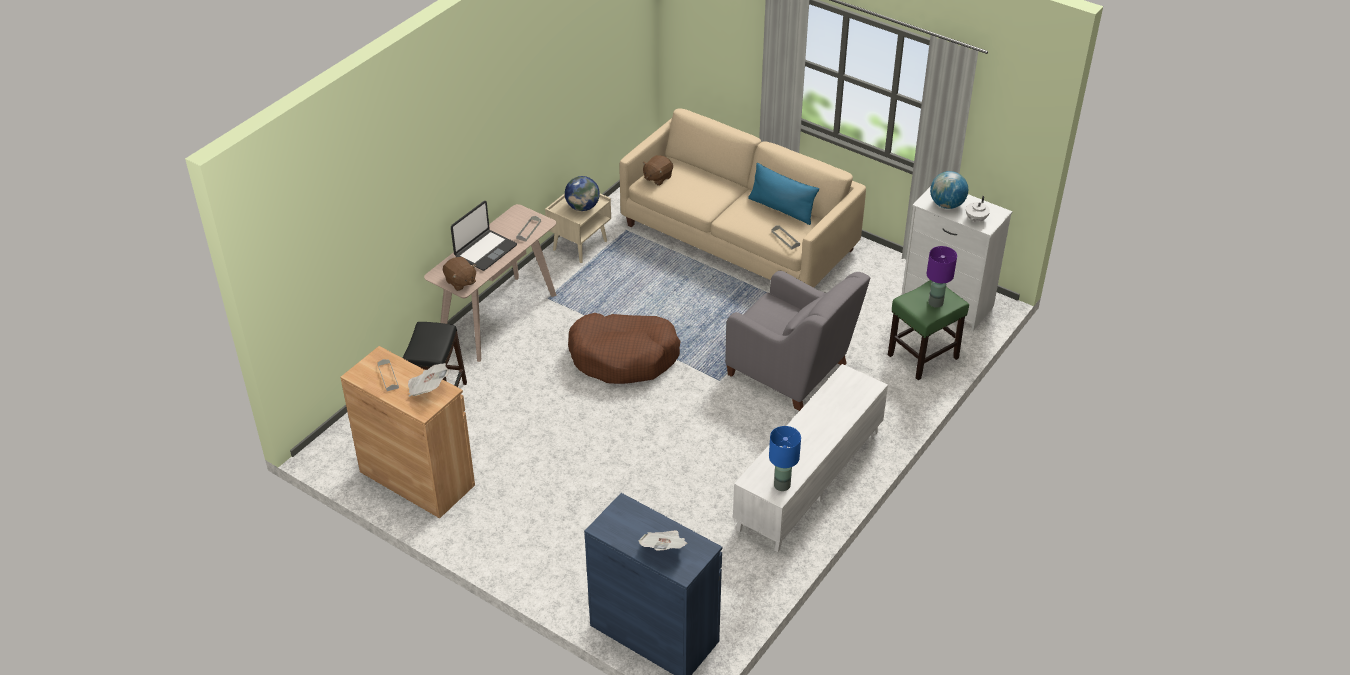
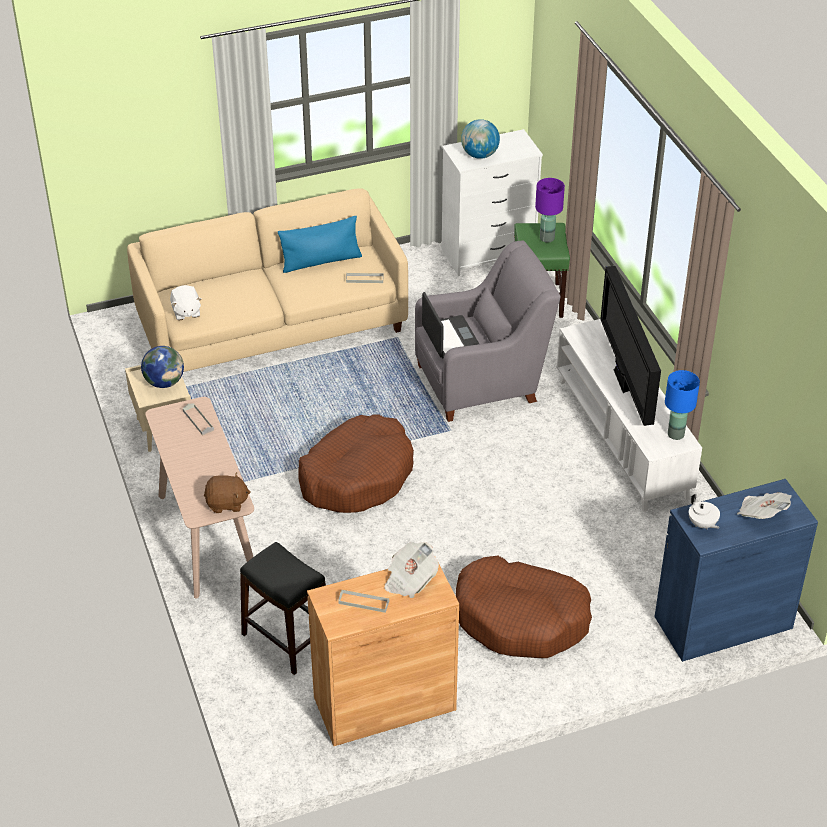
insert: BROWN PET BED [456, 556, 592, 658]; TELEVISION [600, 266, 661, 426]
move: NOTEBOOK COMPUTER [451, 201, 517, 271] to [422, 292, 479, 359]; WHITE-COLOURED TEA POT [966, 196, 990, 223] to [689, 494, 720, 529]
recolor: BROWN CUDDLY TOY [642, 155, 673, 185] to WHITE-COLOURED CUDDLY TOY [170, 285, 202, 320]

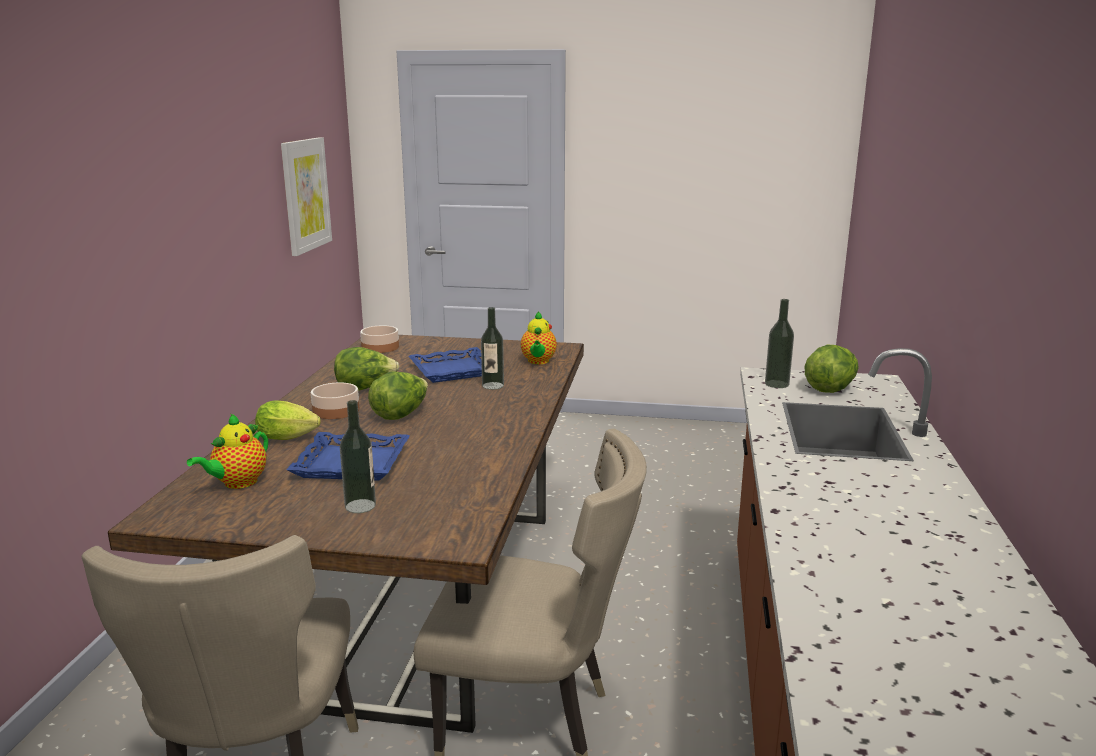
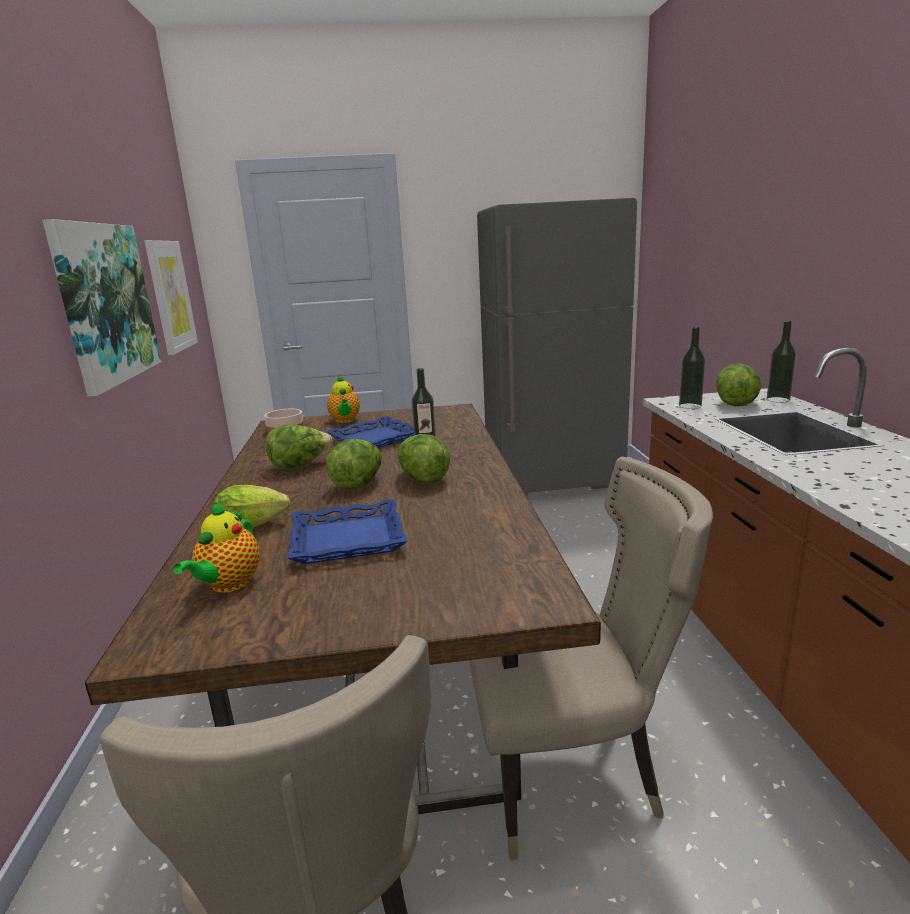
delete: BOWL [311, 382, 359, 419]
insert: PICTURE [42, 219, 162, 397]; LETTUCE [397, 434, 450, 484]; GRAY FRIDGE [477, 198, 637, 496]
move: BEVERAGE BOTTLE [340, 400, 376, 513] to [767, 321, 796, 403]; TEA POT [521, 311, 557, 364] to [327, 375, 360, 423]

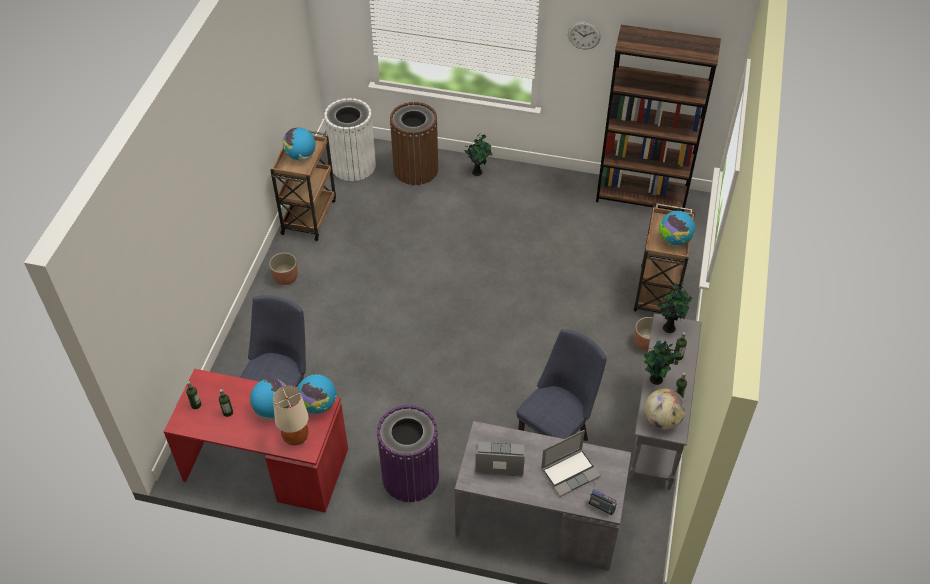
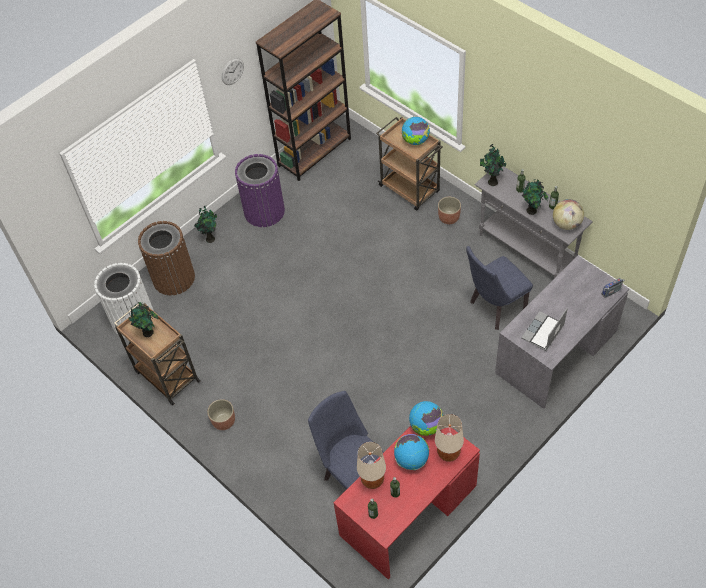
delete: NOTEBOOK COMPUTER [541, 430, 601, 497]
insert: SAND-COLOURED TABLE LAMP [357, 442, 386, 489]
move: PURPLISH RUBBISH BIN [377, 405, 439, 502] to [235, 154, 285, 227]
replace: GLOBE [283, 128, 316, 161] to PLANT IN A POT [129, 302, 158, 337]
rotate: BLUE CHAIR [517, 329, 607, 441] = [466, 246, 533, 330] 105 degrees counterclockwise

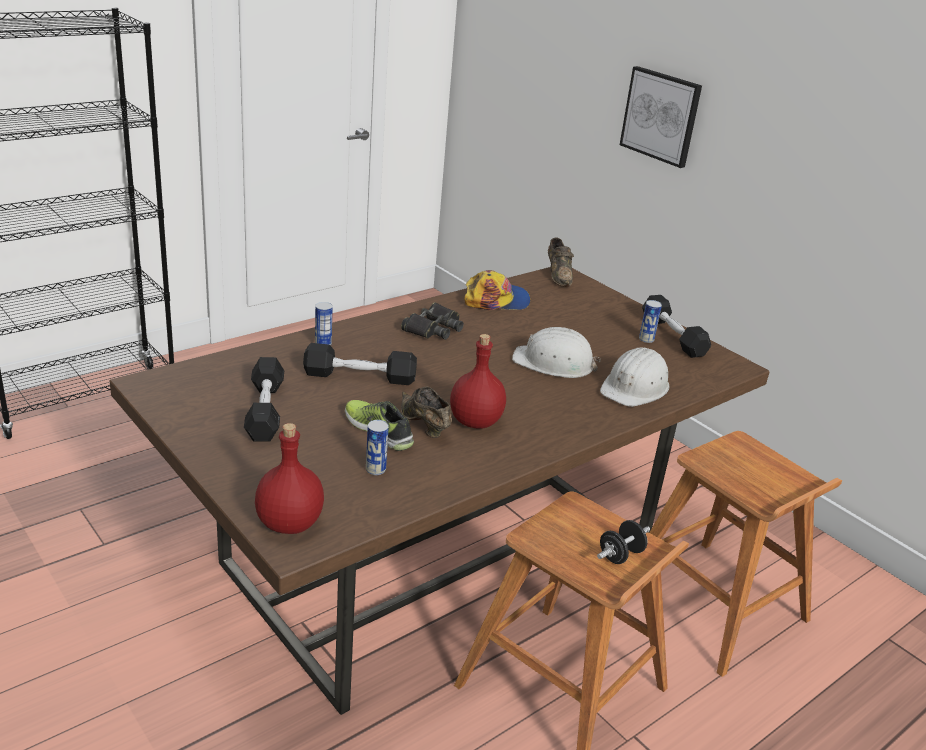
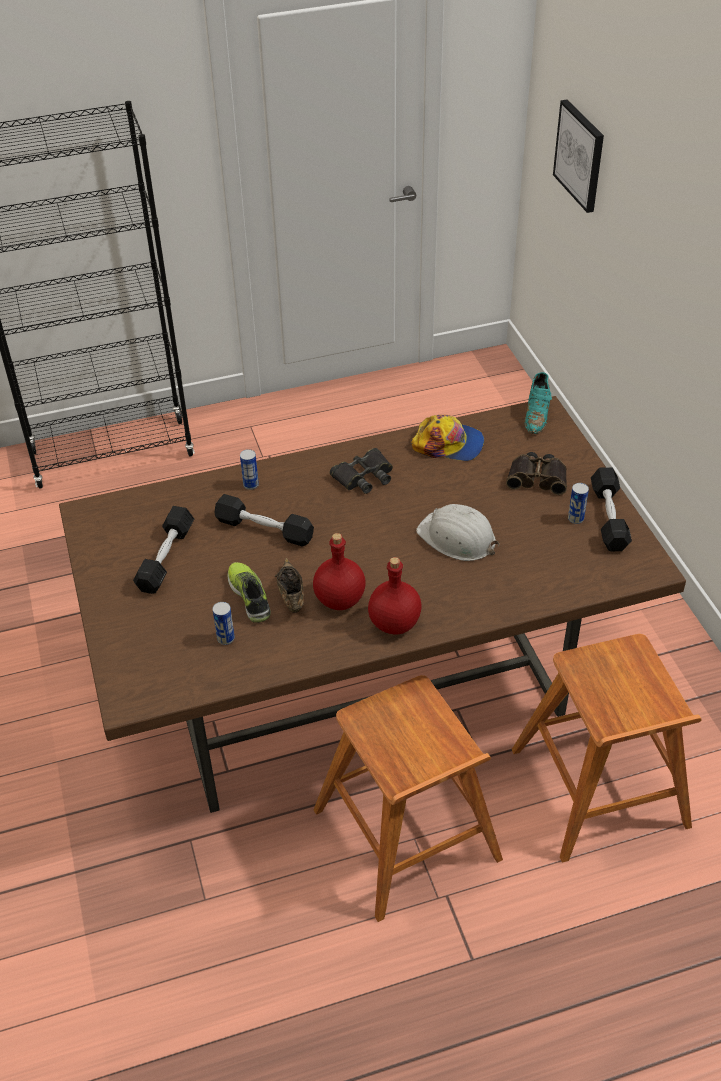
delete: BLACK-COLOURED HAND WEIGHT [597, 520, 650, 564]; WHITE-COLOURED HARD HAT [600, 347, 669, 407]
insert: PAIR OF BINOCULARS [506, 452, 567, 495]
move: RED BEVERAGE BOTTLE [255, 423, 324, 534] to [368, 557, 421, 635]; PICTURE [620, 66, 702, 168] to [553, 100, 604, 213]
recolor: BROWN LOW SHOE [548, 238, 574, 287] to BLUE-GREEN LOW SHOE [524, 372, 552, 434]

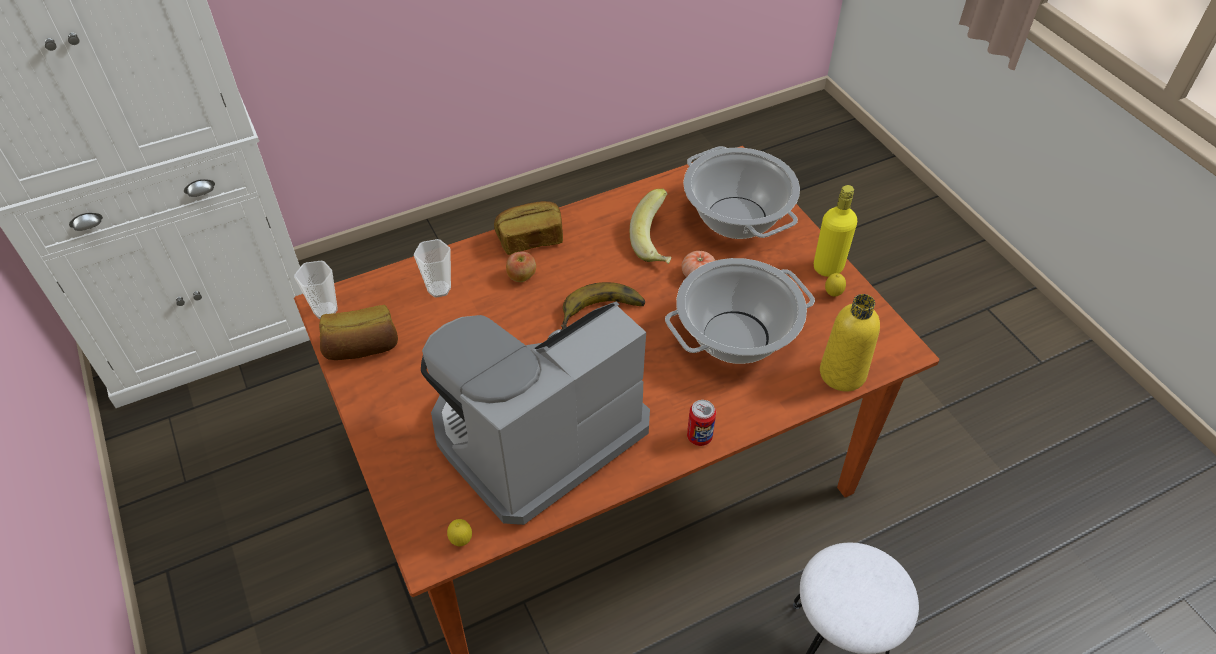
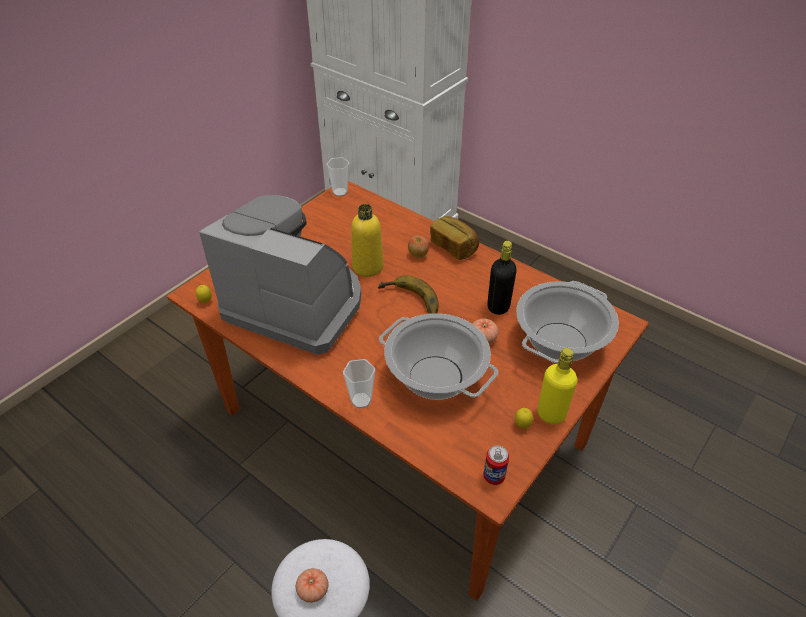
delete: BAKED BREAD [319, 305, 398, 360]
insert: TOMATO [295, 568, 329, 603]
move: DRINKING CUP [414, 239, 451, 298] to [343, 359, 375, 409]; CAN [687, 400, 716, 446] to [483, 445, 509, 485]; YELLOWISH BEVERAGE BOTTLE [820, 294, 880, 392] to [351, 204, 383, 277]
replace: BANANA FRUIT [630, 189, 671, 264] to BLACK-COLOURED BEVERAGE BOTTLE [487, 241, 517, 315]

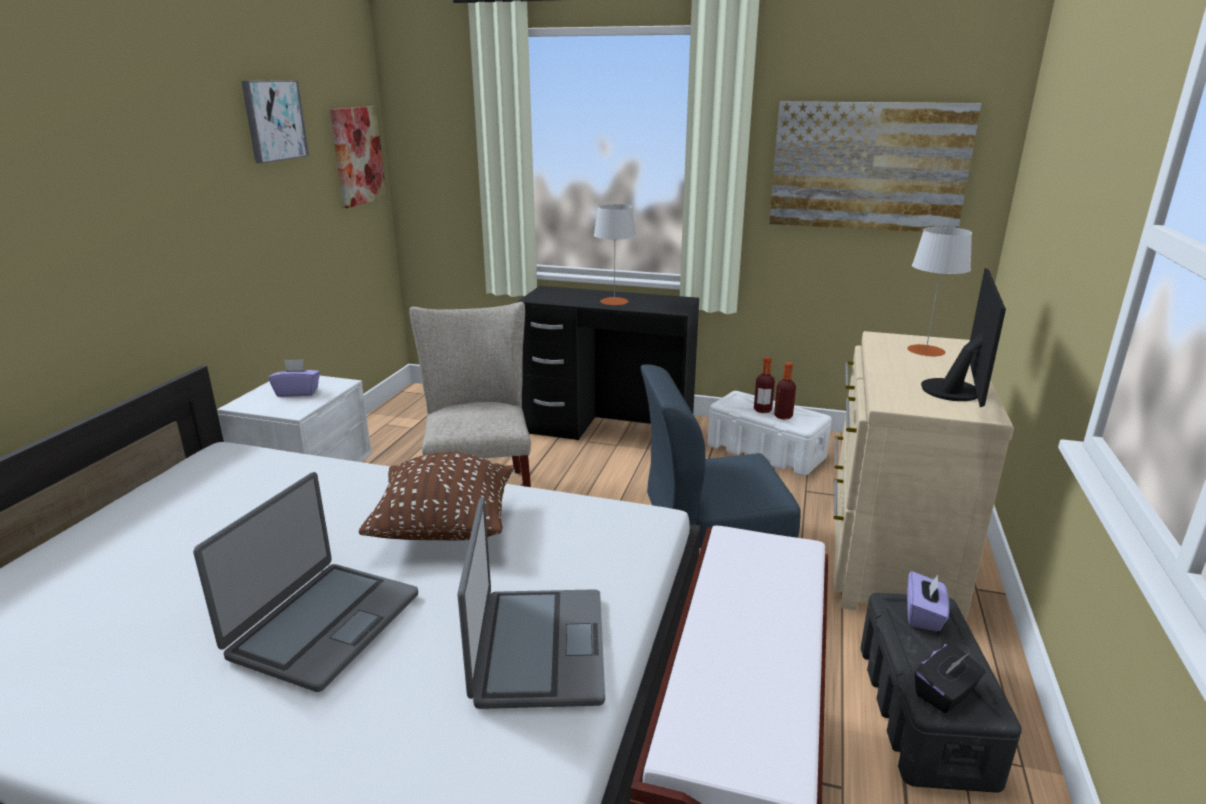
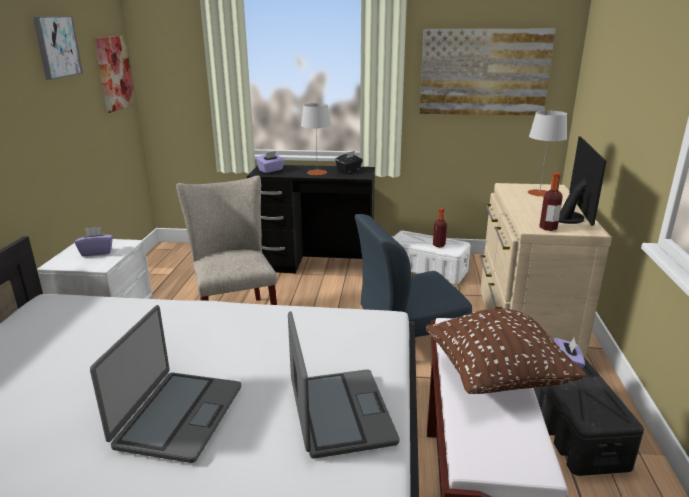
insert: PURPLISH TISSUE BOX [256, 151, 285, 173]
move: BROWN CUSHION [359, 452, 515, 540] to [426, 308, 587, 394]; BEVERAGE BOTTLE [754, 357, 775, 413] to [539, 172, 563, 231]; BLACK-COLOURED TISSUE BOX [915, 643, 986, 713] to [335, 151, 363, 173]

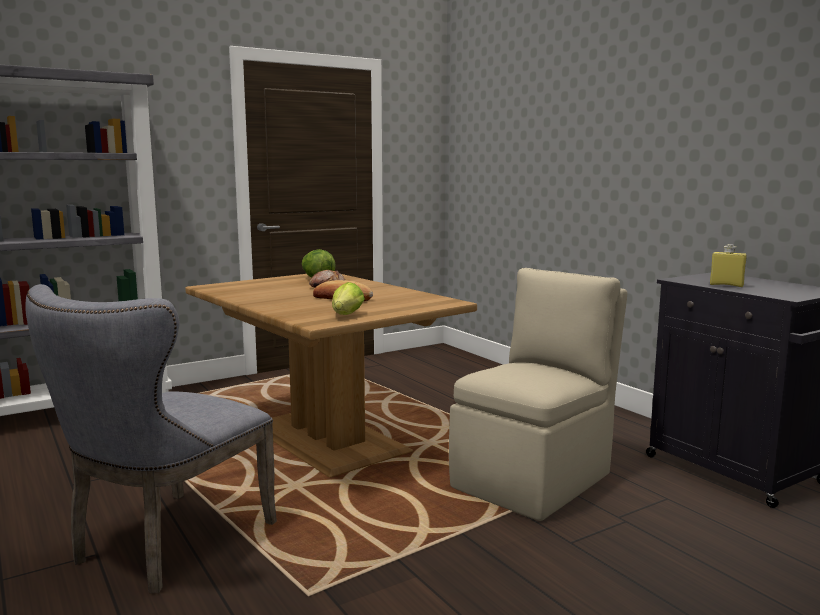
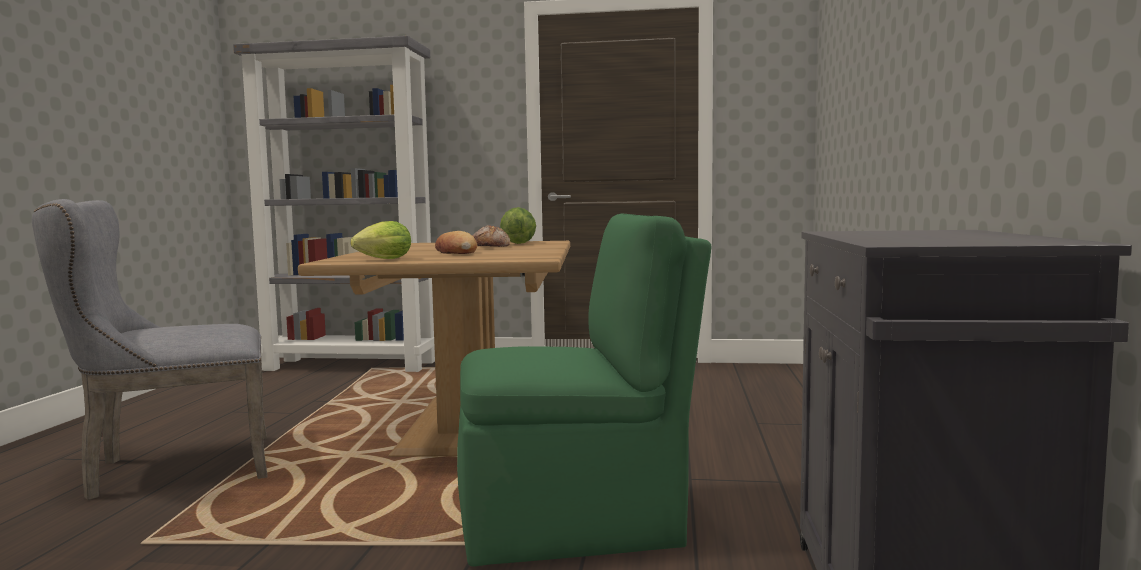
delete: YELLOWISH BEVERAGE BOTTLE [710, 244, 747, 287]
recolor: SAND-COLOURED CHAIR [449, 268, 627, 521] to GREENISH CHAIR [457, 214, 712, 567]

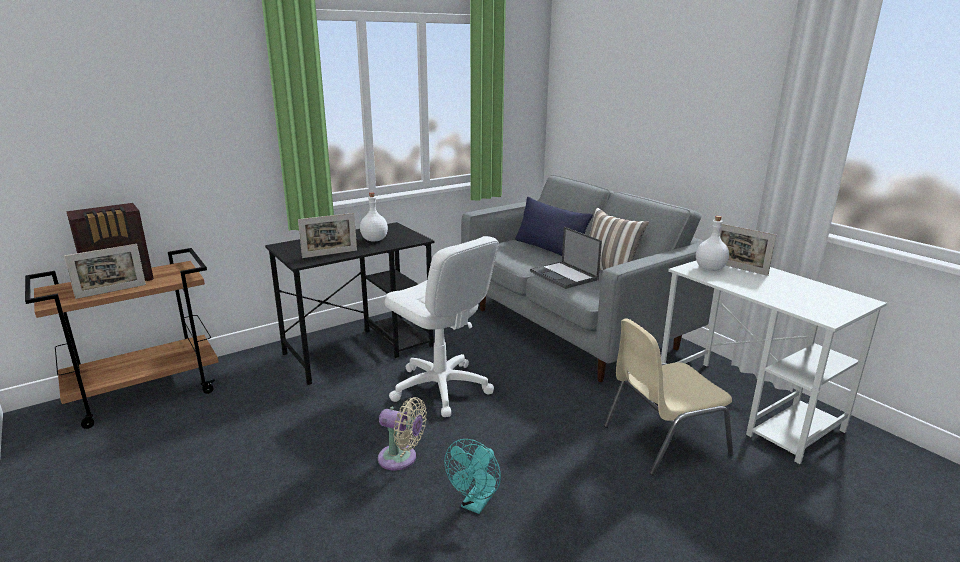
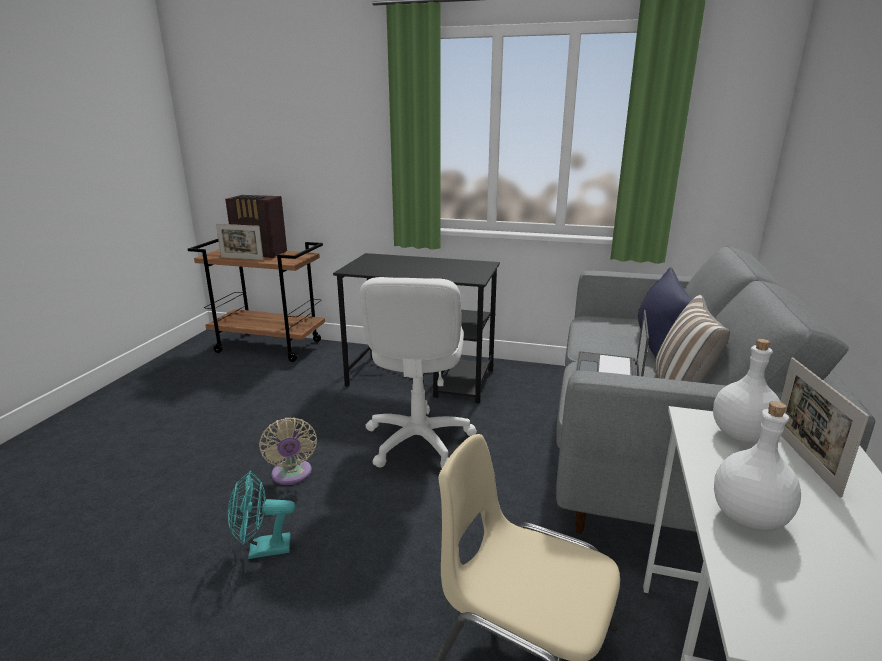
delete: PICTURE FRAME [298, 213, 357, 258]
move: WHITE-COLOURED BEVERAGE BOTTLE [360, 192, 388, 242] to [714, 401, 801, 531]

